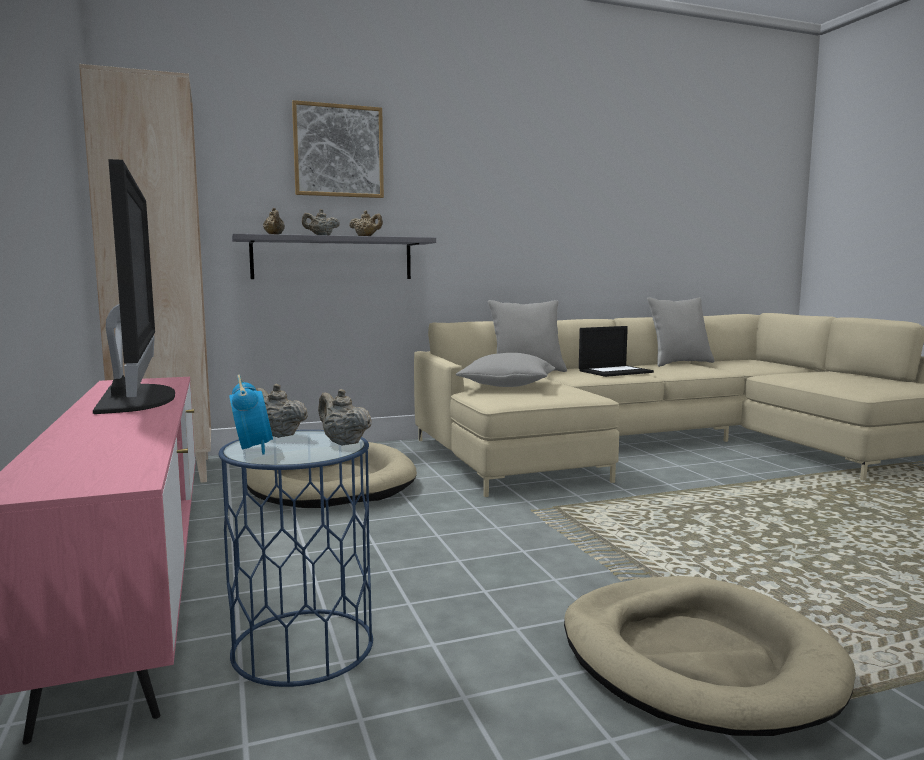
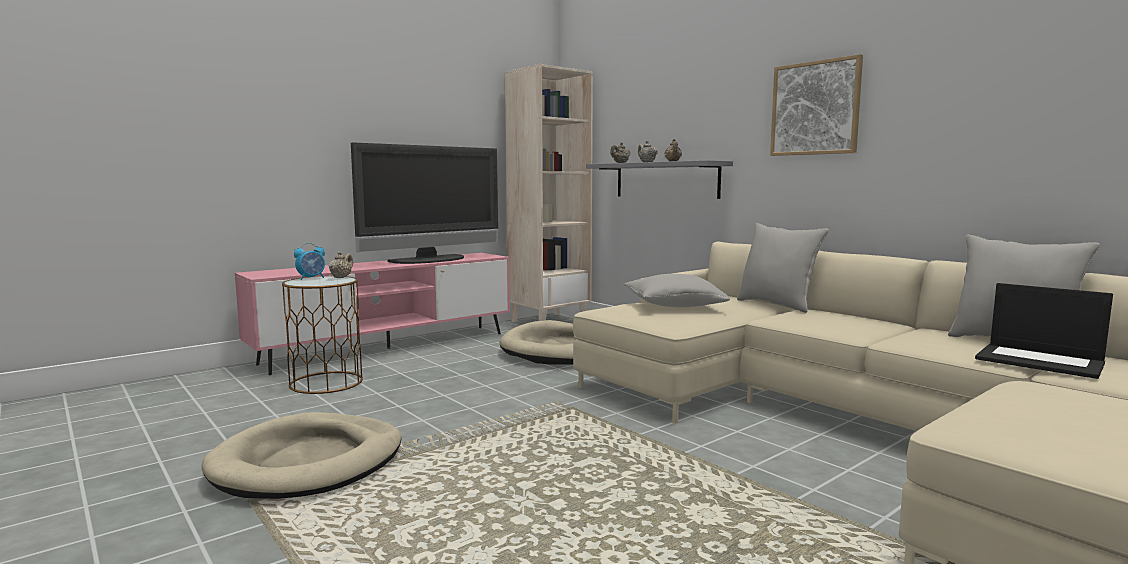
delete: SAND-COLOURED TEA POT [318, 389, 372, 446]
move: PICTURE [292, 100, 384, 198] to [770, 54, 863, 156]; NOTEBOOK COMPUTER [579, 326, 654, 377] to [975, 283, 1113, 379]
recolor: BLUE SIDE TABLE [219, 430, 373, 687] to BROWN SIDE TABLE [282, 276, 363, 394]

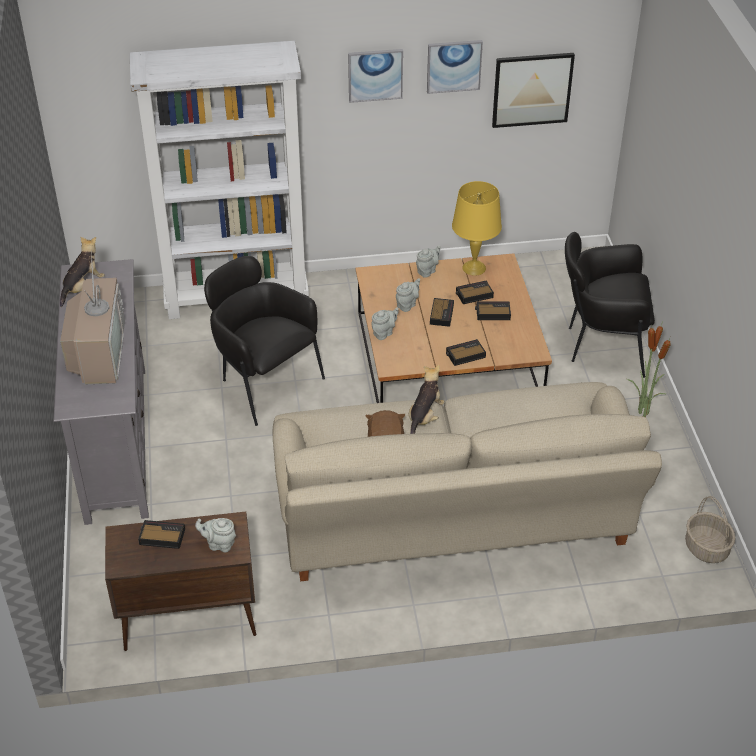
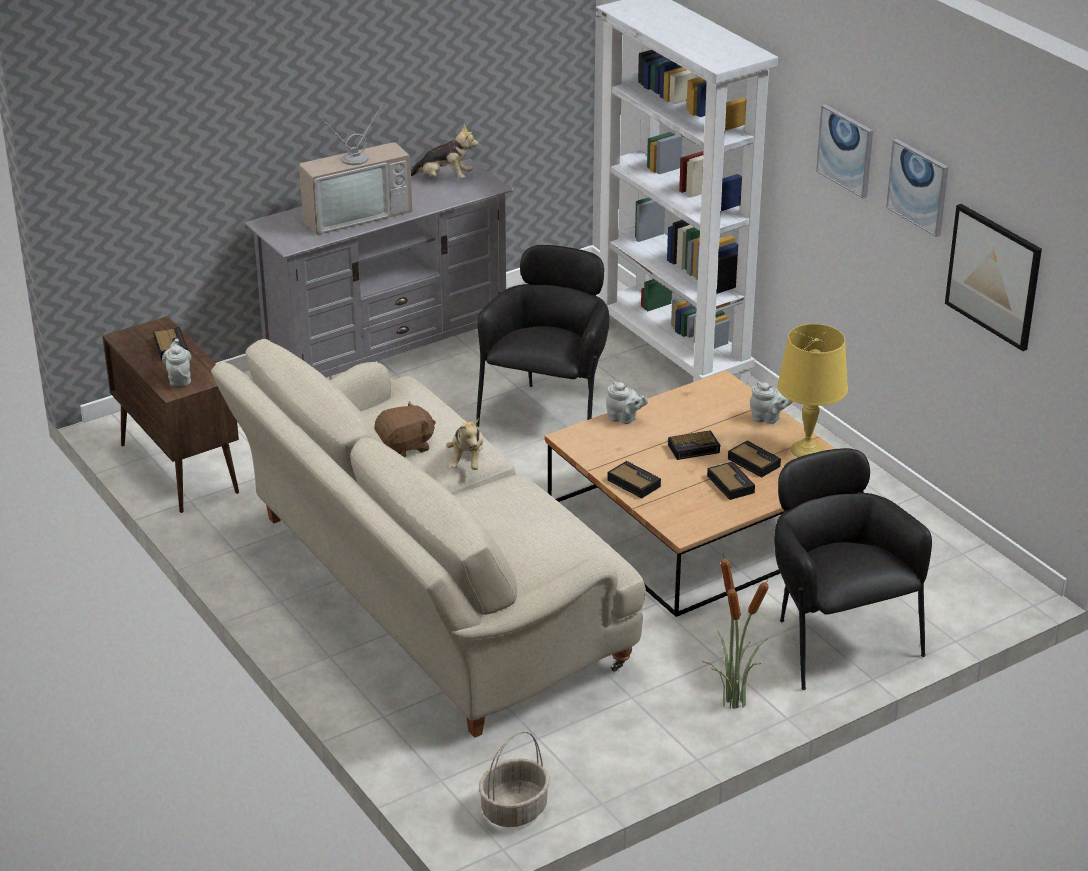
delete: GRAY TEA POT [396, 278, 420, 312]
rotate: CUDDLY TOY [409, 365, 445, 434] = [446, 418, 484, 470] 90 degrees clockwise

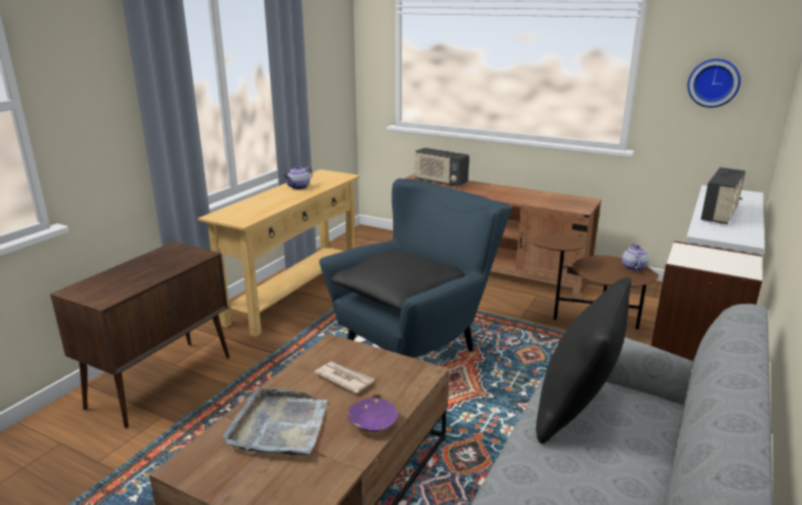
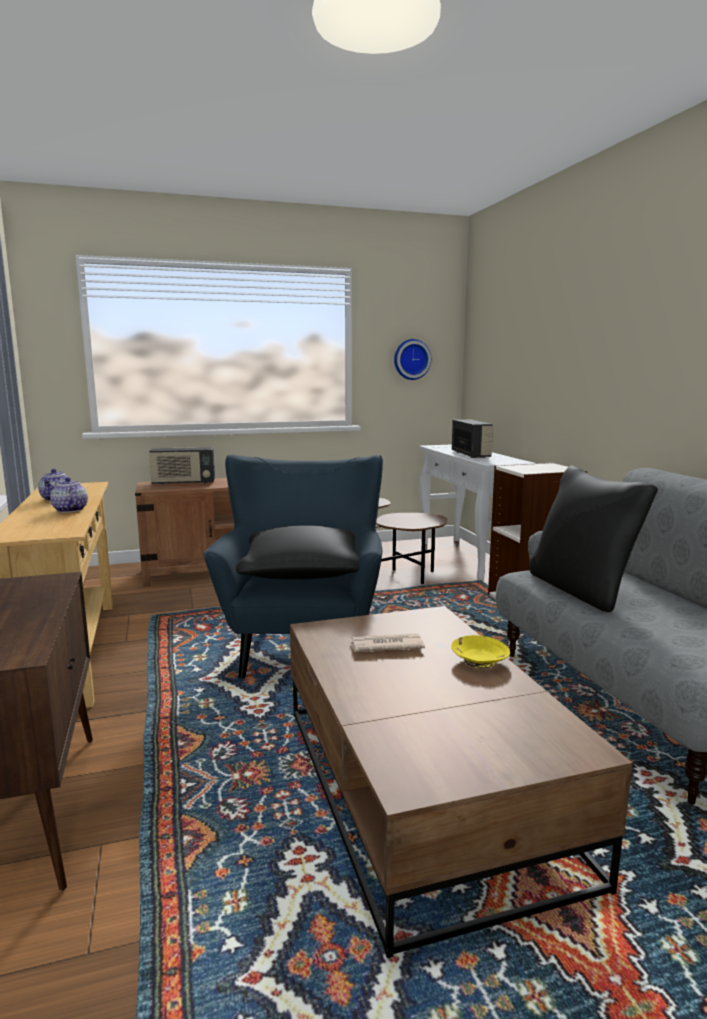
delete: GRAY TRAY [223, 388, 327, 455]
move: TEA POT [622, 244, 649, 271] to [50, 477, 88, 513]
recolor: PURPLISH BOWL [348, 398, 398, 432] to YELLOWISH BOWL [451, 635, 510, 668]

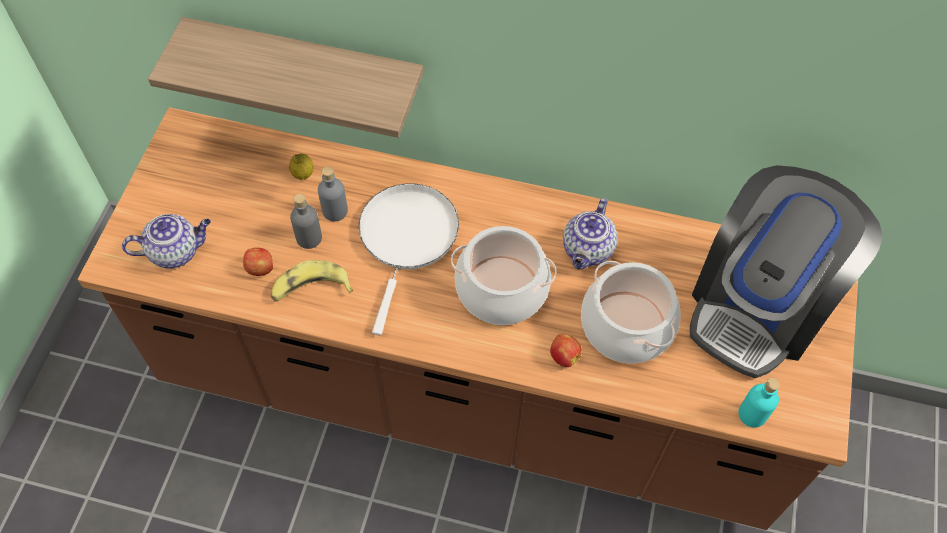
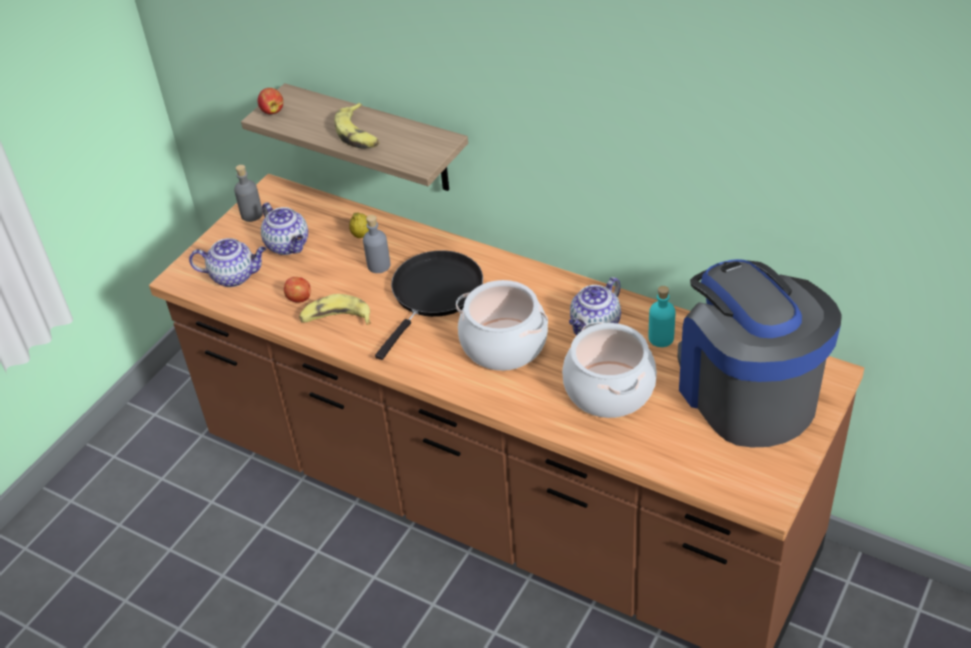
insert: TEA POT [261, 202, 308, 255]; BANANA FRUIT [334, 103, 380, 148]
move: GRAY BEVERAGE BOTTLE [290, 194, 322, 249] to [234, 165, 263, 222]; WHOLE APPLE [550, 334, 582, 367] to [258, 88, 283, 114]; BLUE-GREEN BEVERAGE BOTTLE [739, 378, 780, 428] to [649, 286, 675, 347]
recolor: WHITE-COLOURED PAN [359, 183, 459, 335] to BLACK-COLOURED PAN [375, 250, 483, 360]
rotate: COFFEE MACHINE [690, 165, 883, 378] = [677, 259, 842, 447] 105 degrees clockwise

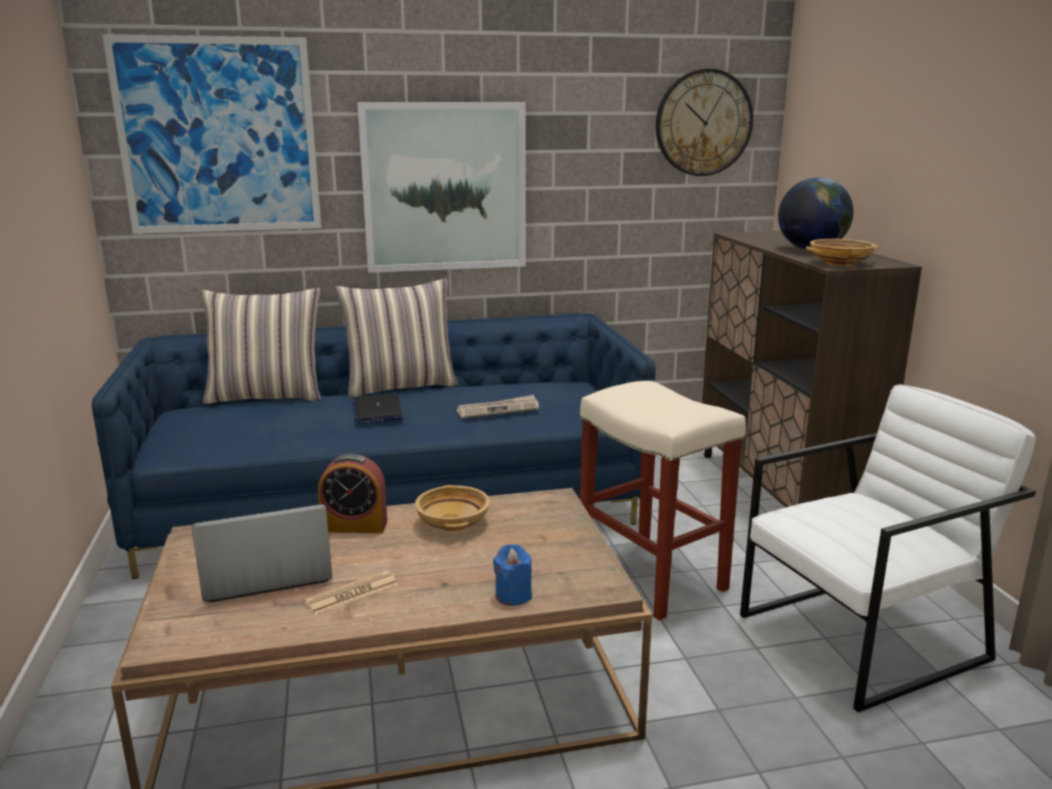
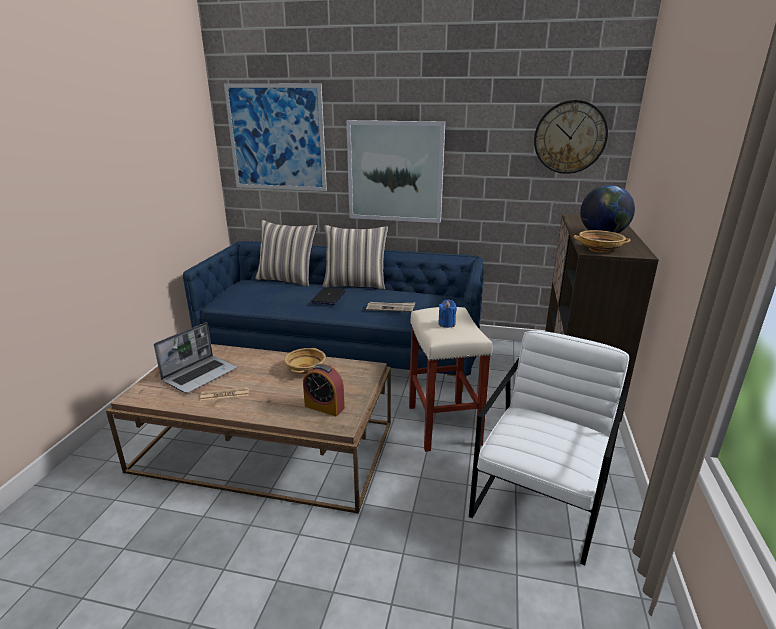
move: ALARM CLOCK [318, 454, 387, 533] to [303, 364, 345, 416]; BLUE CANDLE [493, 544, 532, 606] to [438, 300, 457, 328]
rotate: NOTEBOOK COMPUTER [192, 504, 332, 602] = [154, 322, 237, 393] 120 degrees clockwise; WHITE-COLOURED EASY CHAIR [740, 384, 1036, 713] = [469, 331, 629, 565] 60 degrees counterclockwise

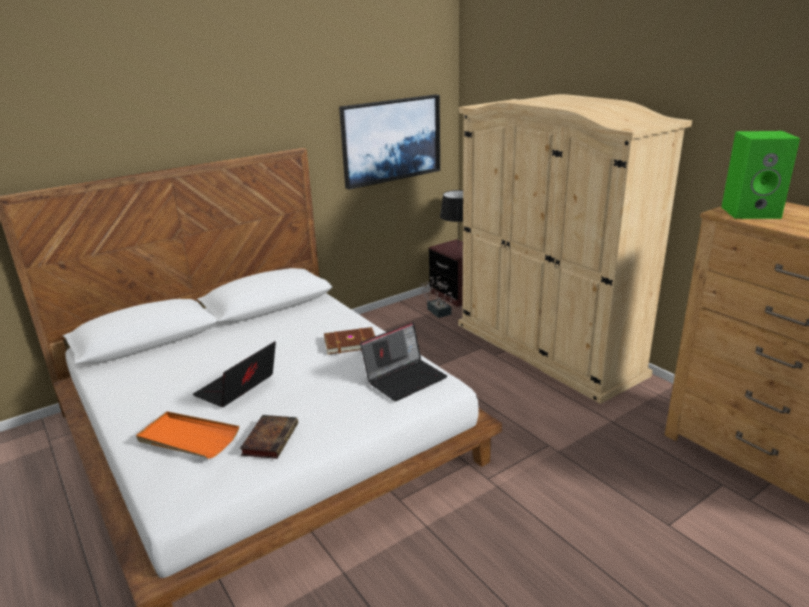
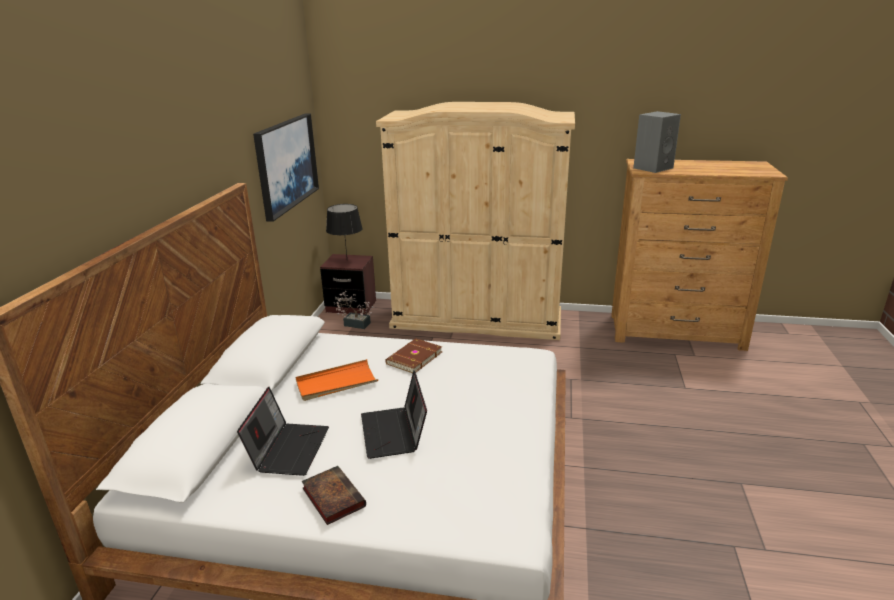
move: ORANGE-COLOURED TRAY [136, 411, 239, 458] to [295, 359, 378, 401]; BOUND BOOK [240, 415, 298, 459] to [301, 466, 366, 525]; NOTEBOOK COMPUTER [360, 322, 447, 401] to [237, 387, 329, 476]
recolor: GREENISH LOUDSPEAKER [722, 131, 800, 219] to GRAY LOUDSPEAKER [633, 111, 681, 173]

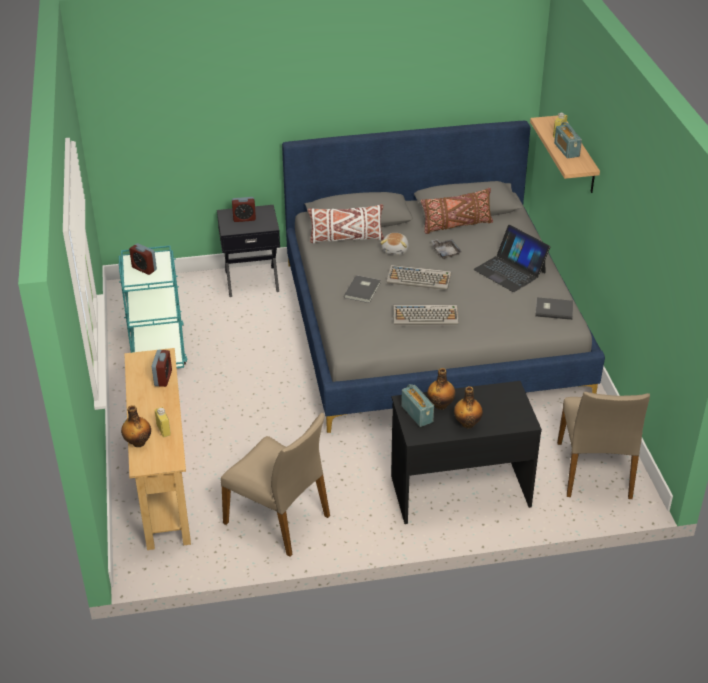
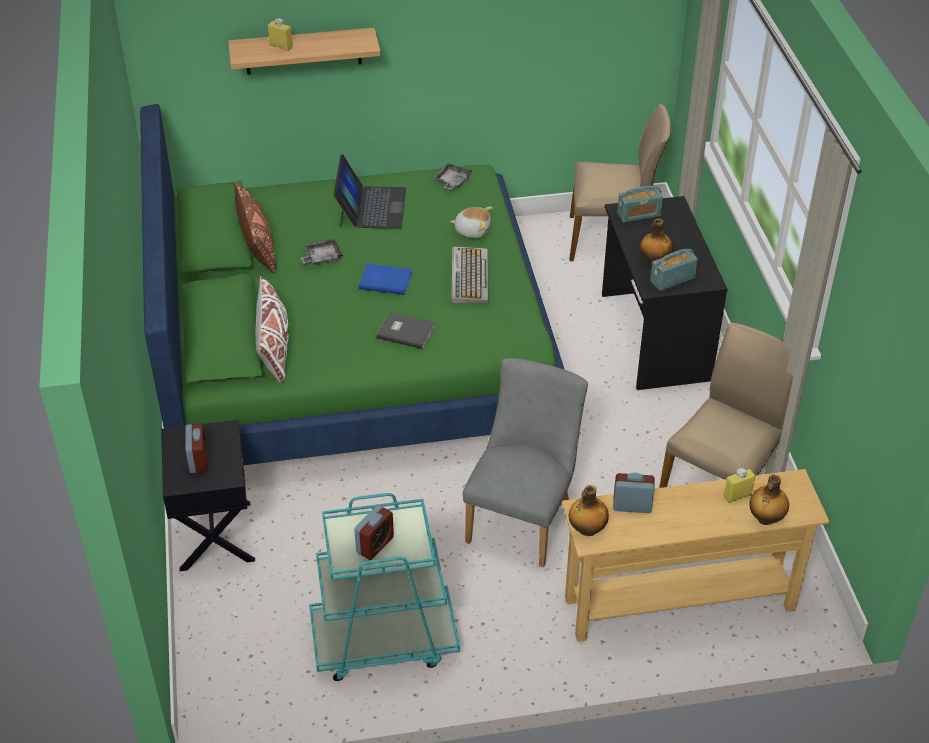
insert: GRAY CHAIR [463, 358, 588, 567]
move: CUDDLY TOY [380, 233, 409, 255] to [450, 207, 493, 238]; BEVERAGE BOTTLE [454, 386, 483, 429] to [569, 485, 609, 536]; RADIO RECEIVER [554, 122, 582, 158] to [617, 186, 663, 222]
replace: COMPUTER KEYBOARD [387, 265, 451, 290] to BLUE BOUND BOOK [359, 264, 412, 295]; GRAY BOUND BOOK [535, 297, 573, 320] to GRAY TRAY [433, 163, 472, 190]
recolor: GRAY BEDROOM BED [282, 121, 605, 433] to GREENISH BEDROOM BED [140, 104, 565, 465]
rotate: NOTEBOOK COMPUTER [473, 225, 550, 292] = [333, 154, 406, 229] 45 degrees counterclockwise

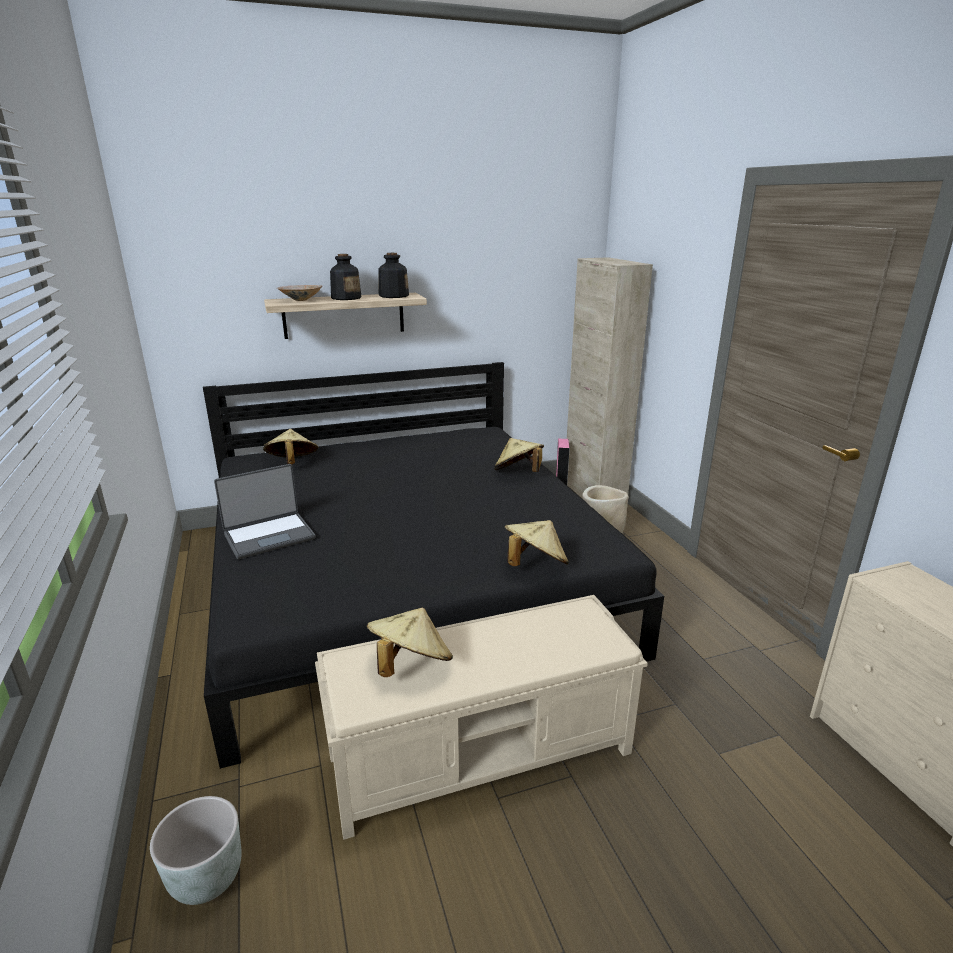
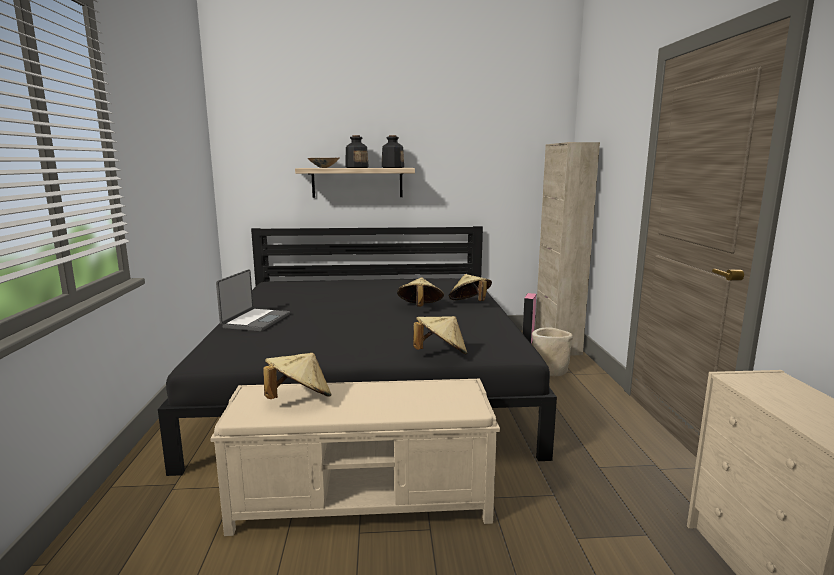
delete: GRAY FLOWER POT [150, 796, 242, 905]
move: SAND-COLOURED HAT [263, 429, 318, 465] to [397, 277, 444, 307]
rotate: NOTEBOOK COMPUTER [214, 464, 315, 559] = [216, 269, 290, 331] 60 degrees counterclockwise

